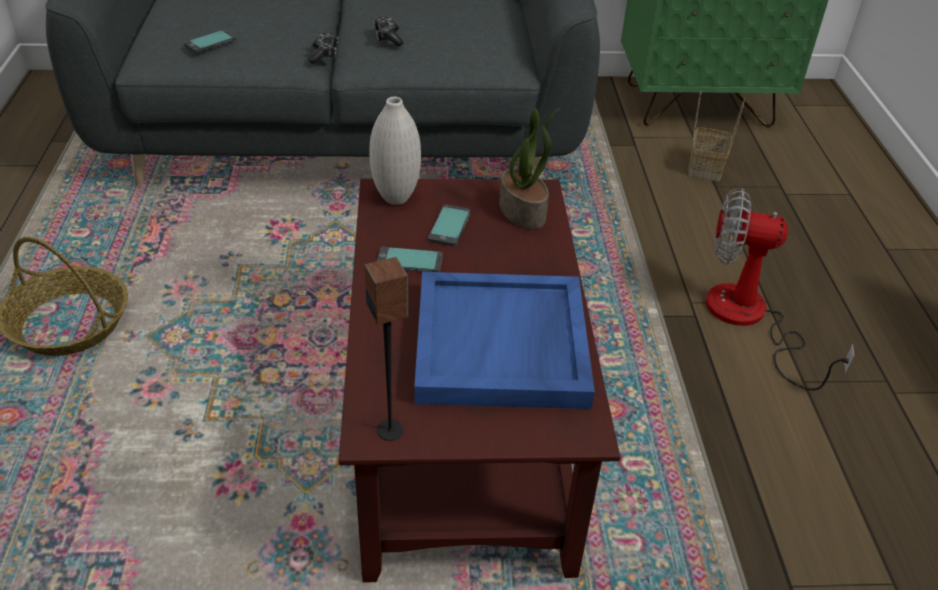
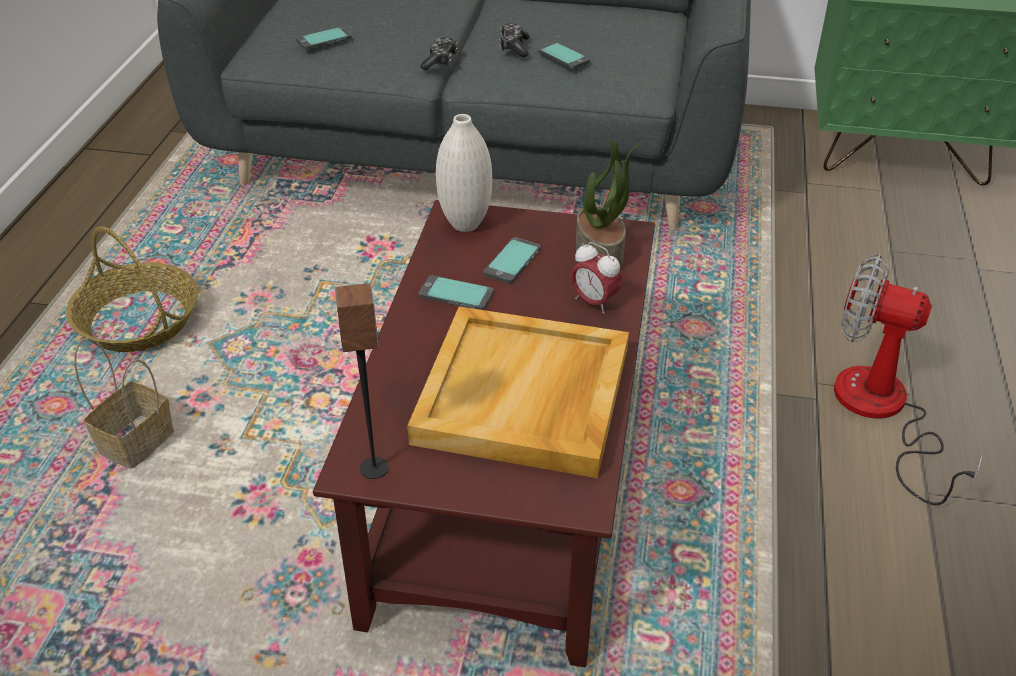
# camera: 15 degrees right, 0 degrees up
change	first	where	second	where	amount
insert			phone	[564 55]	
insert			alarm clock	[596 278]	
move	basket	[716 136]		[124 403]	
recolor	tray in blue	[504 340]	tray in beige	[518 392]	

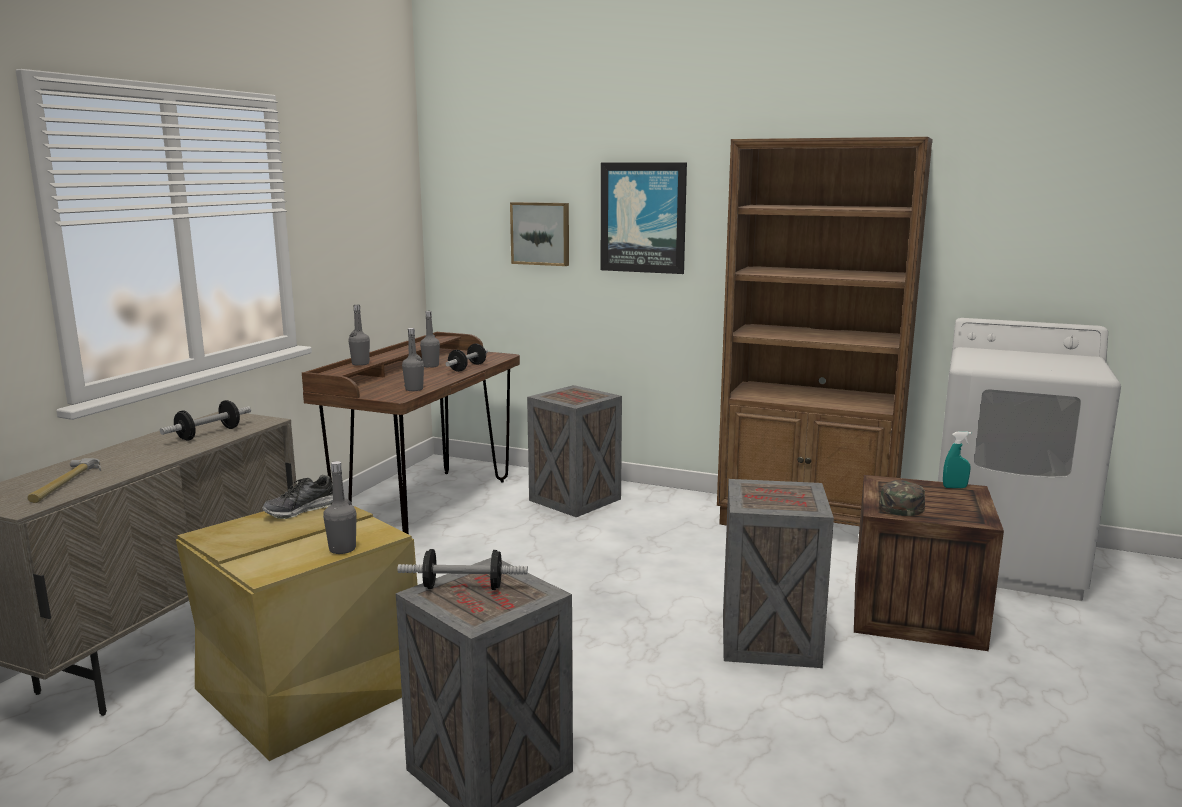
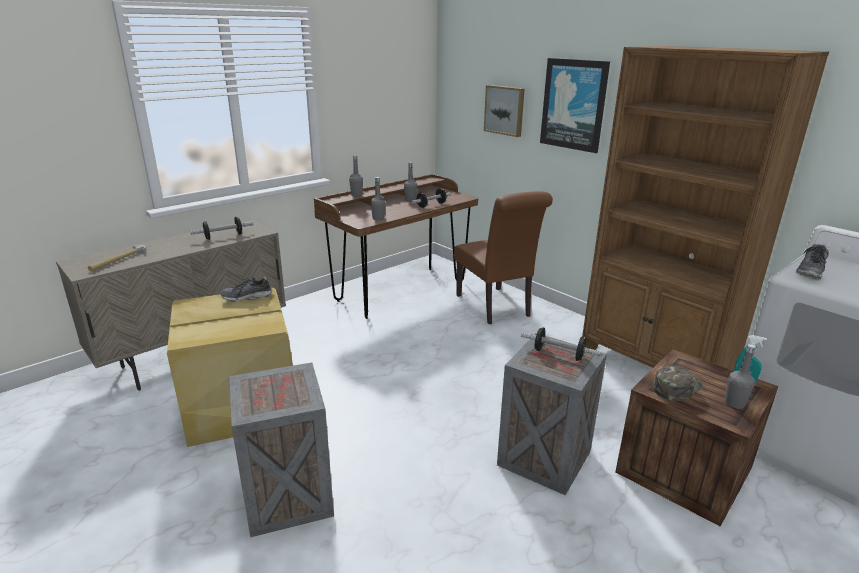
# camera: 25 degrees right, 10 degrees up
change	first	where	second	where	amount
insert			shoe	[812 261]	
move	bottle in grey	[340 507]		[740 376]	
move	dumbbell	[463 569]		[561 344]	
replace	crate	[574 451]	chair in brown	[503 257]	

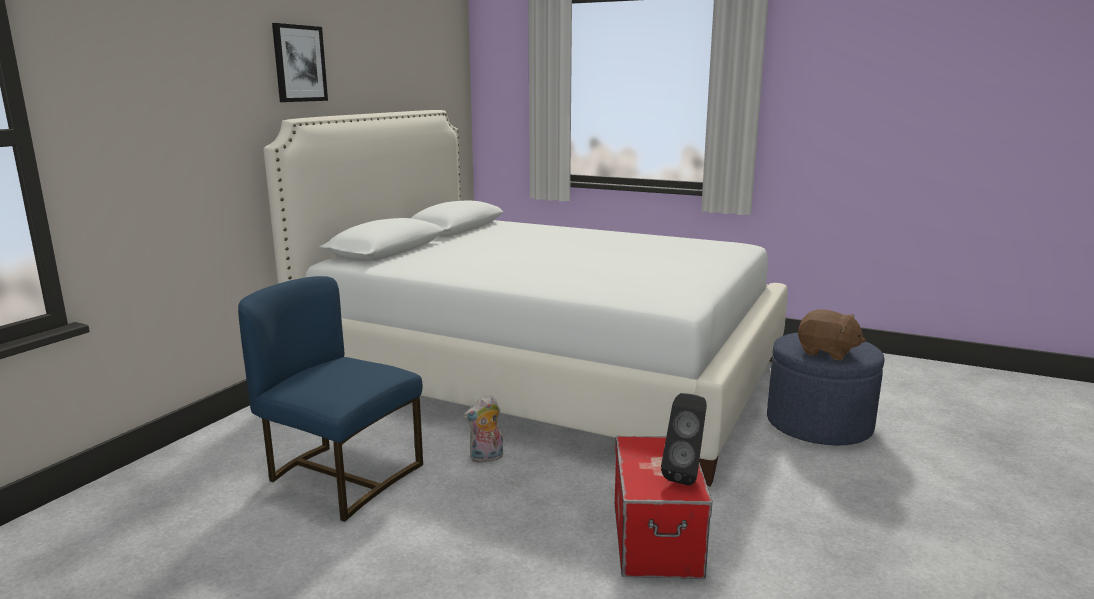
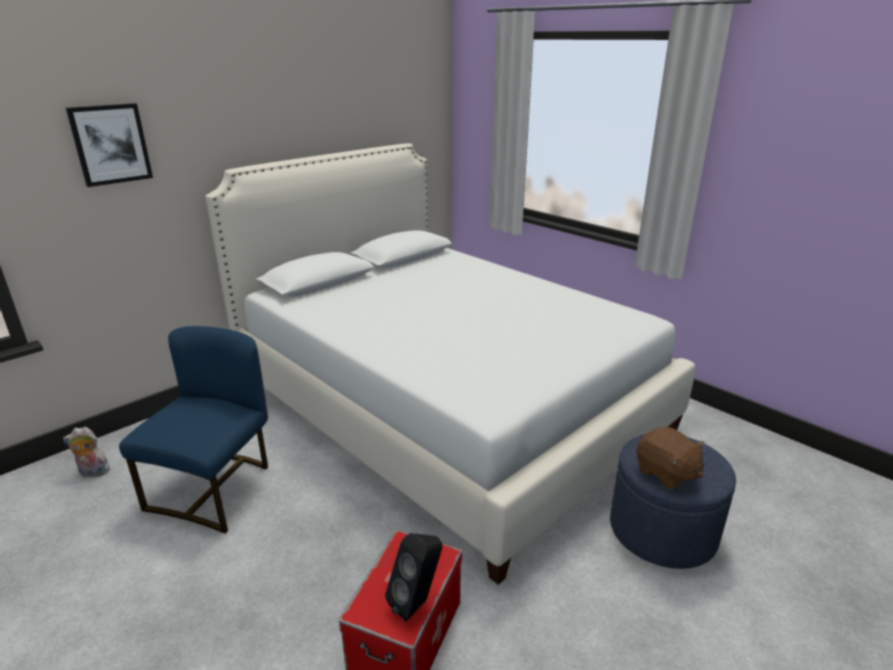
# camera: 20 degrees right, 10 degrees up
change	first	where	second	where	amount
move	picture	[300 62]		[109 145]	
move	plush toy	[483 429]		[86 452]	
rotate	chair in blue	[330 399]		[193 430]	60 degrees clockwise

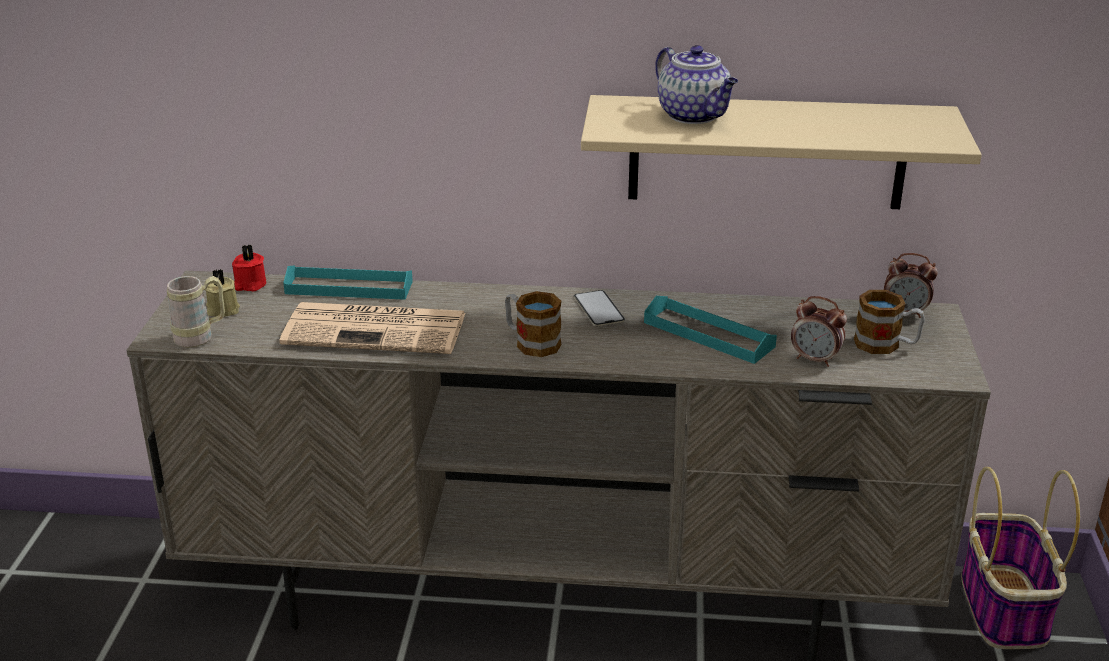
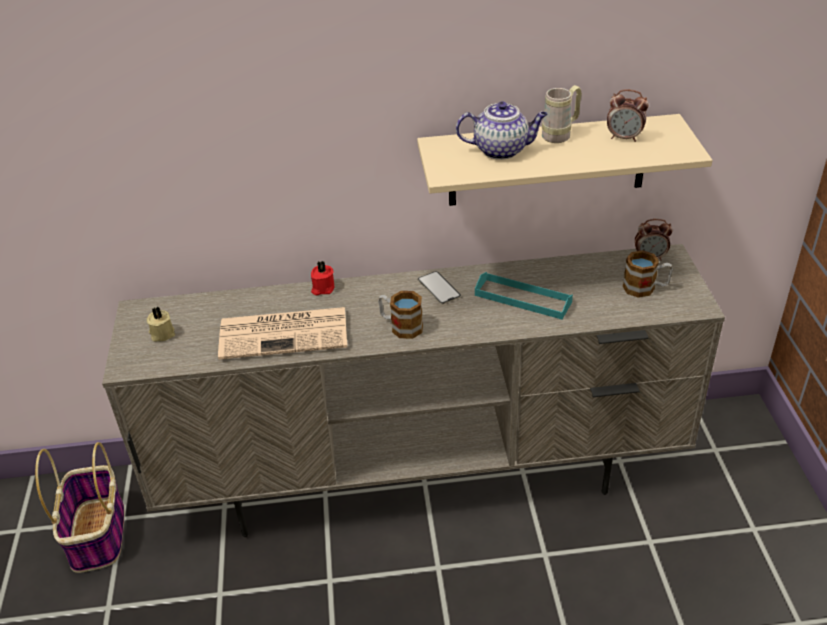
# camera: 10 degrees left, 10 degrees up
change	first	where	second	where	amount
delete	tray in turquoise	[348 282]			
move	mug in beige	[196 312]		[562 114]	
move	candle in red	[249 268]		[322 277]	
move	alarm clock	[819 331]		[628 115]	
move	basket	[1020 558]		[79 507]	
rotate	teapot	[696 84]		[502 130]	45 degrees counterclockwise

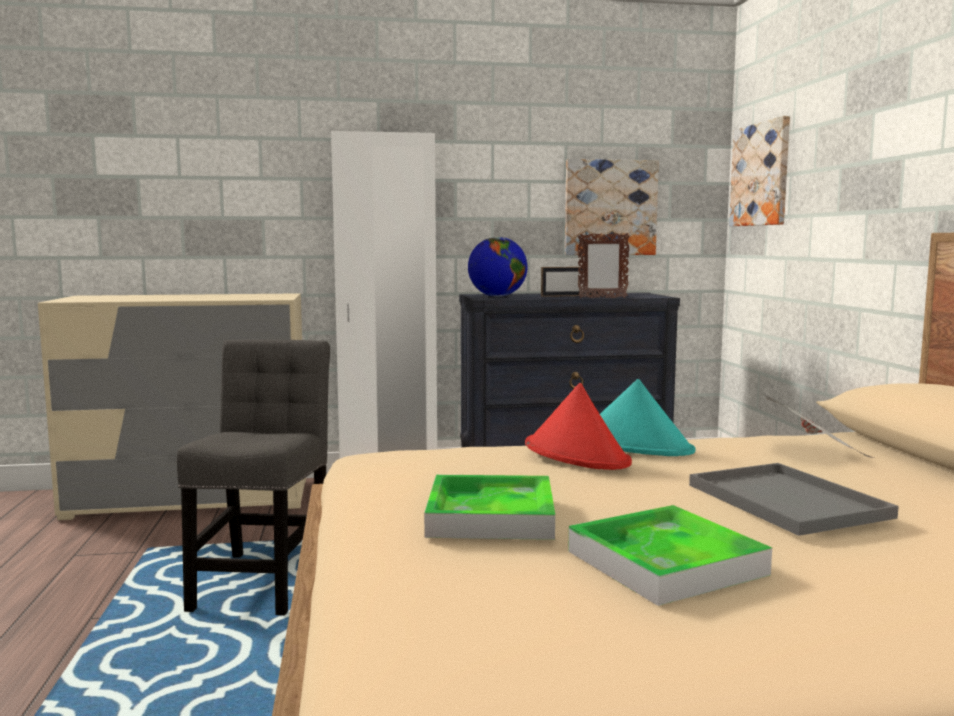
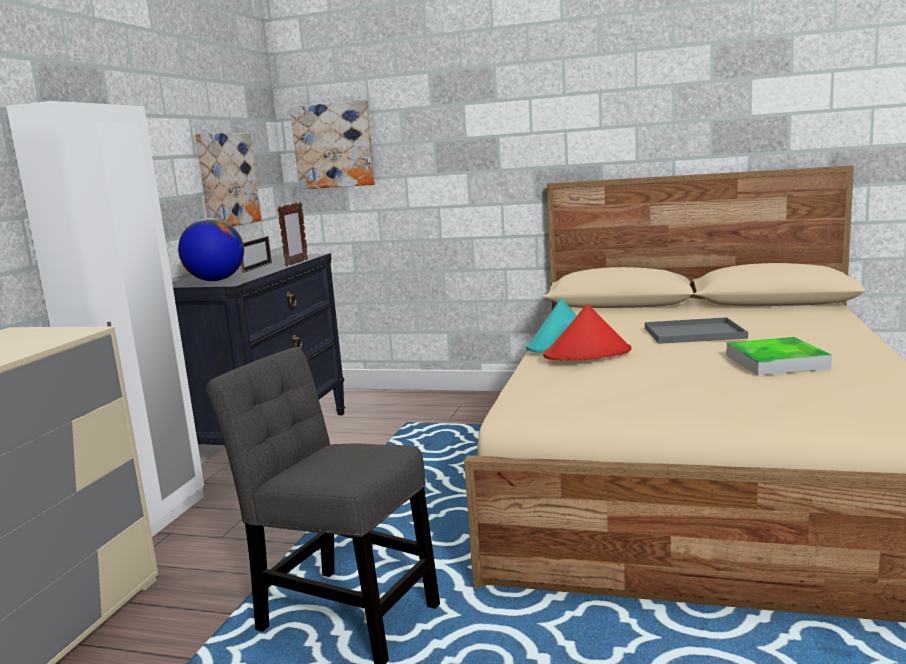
# camera: 65 degrees left, 5 degrees up
change	first	where	second	where	amount
delete	tray	[489 507]			
delete	newspaper	[817 426]			

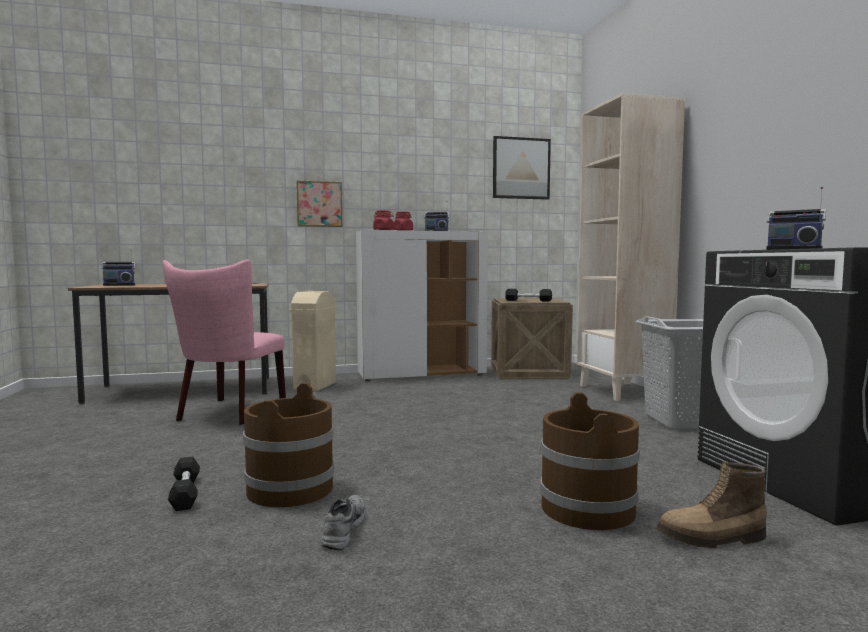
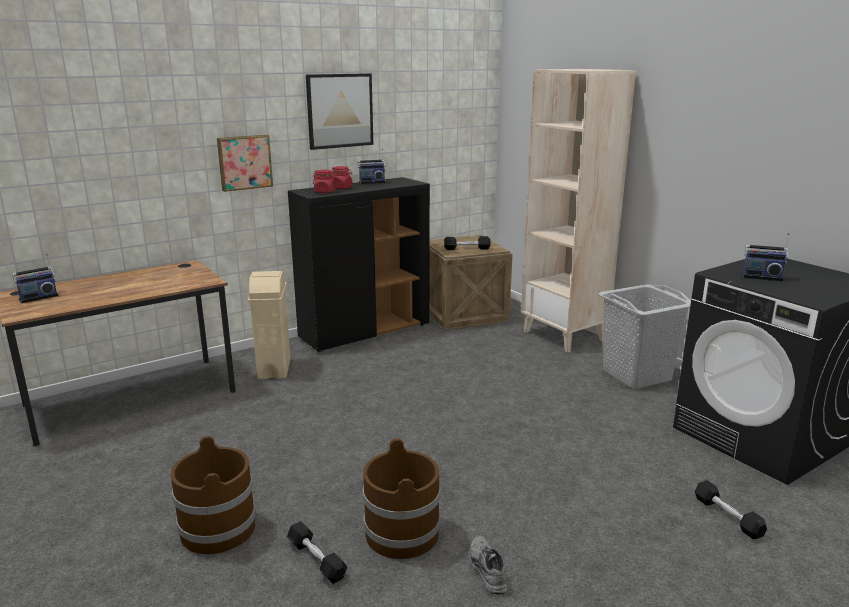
# camera: 20 degrees left, 15 degrees up
change	first	where	second	where	amount
delete	chair in pink	[224 342]			
move	picture	[522 168]		[339 111]	
move	bucket in brown	[590 461]		[213 495]	
replace	boot	[711 505]	dumbbell in black	[731 509]	
recolor	cabinet in white	[422 306]	cabinet in black	[359 264]	

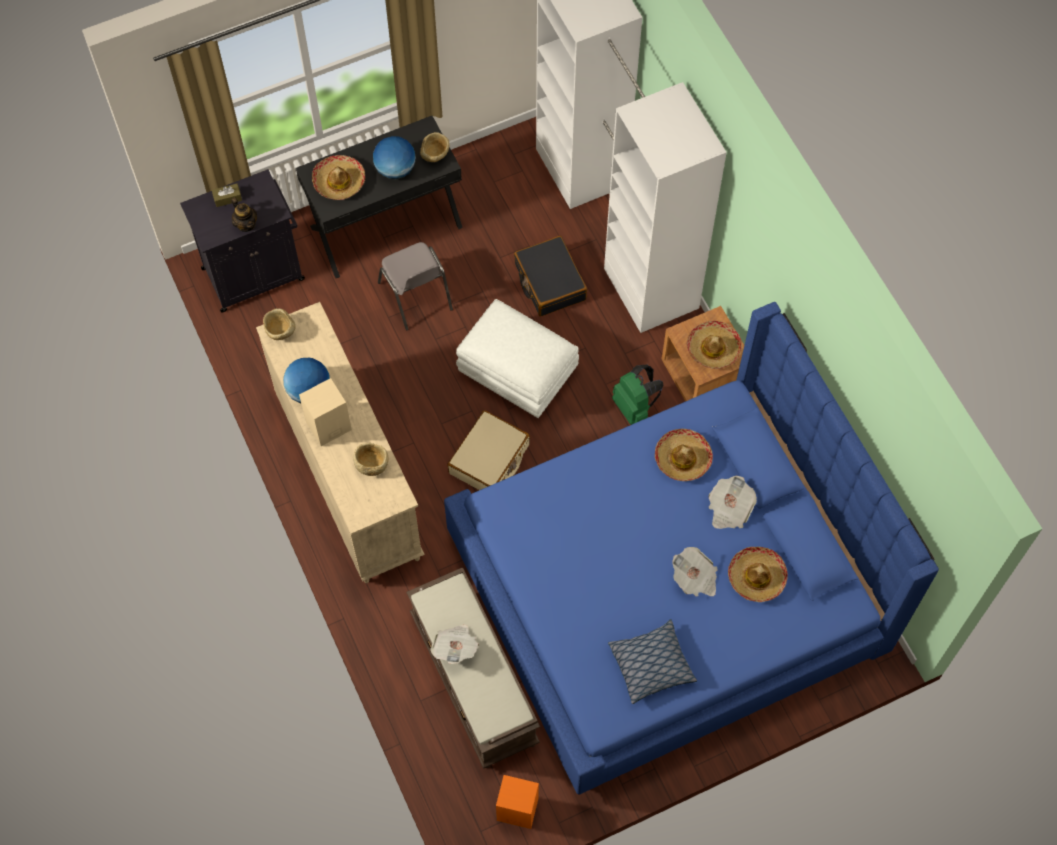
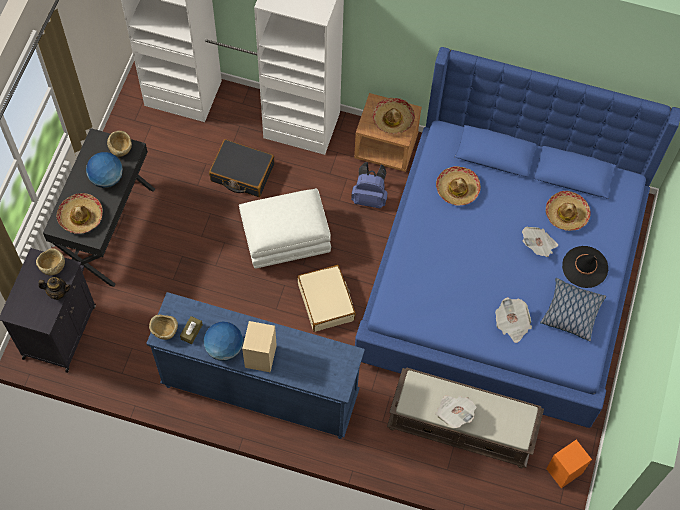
# camera: 50 degrees left, 0 degrees up
change	first	where	second	where	amount
delete	chair in grey	[415 286]			
insert			hat in black	[585 267]	
move	tissue box in brown	[227 195]		[191 330]	
move	bowl in beige	[370 459]		[50 261]	
move	newspaper	[733 502]		[513 320]	
recolor	dresser in beige	[340 442]	dresser in blue	[255 365]	
recolor	backpack in green	[637 395]	backpack in blue	[369 185]	

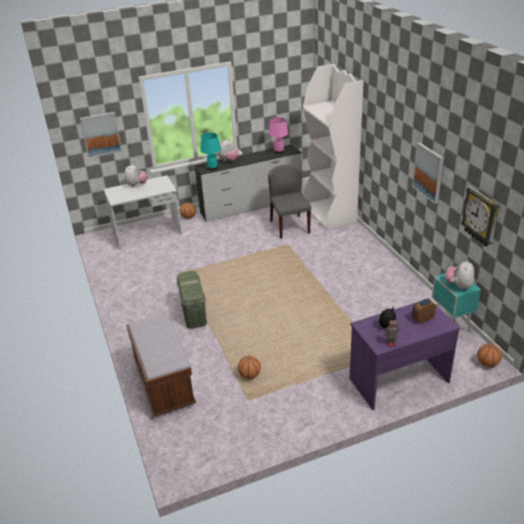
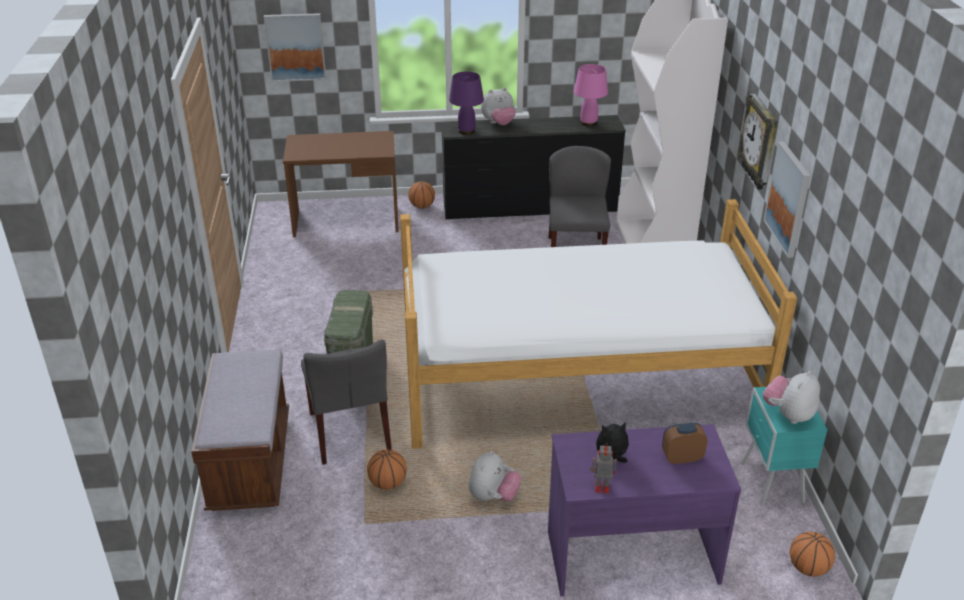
# camera: 15 degrees right, 0 degrees up
change	first	where	second	where	amount
insert			chair in grey	[346 402]	
insert			bed	[598 324]	
move	plush toy	[136 175]		[495 476]	
move	wall clock	[480 216]		[758 142]	
recolor	desk in white	[143 212]	desk in brown	[341 184]	
recolor	dresser in white	[248 183]	dresser in black	[533 167]	
recolor	table lamp in turquoise	[210 151]	table lamp in purple	[466 103]	

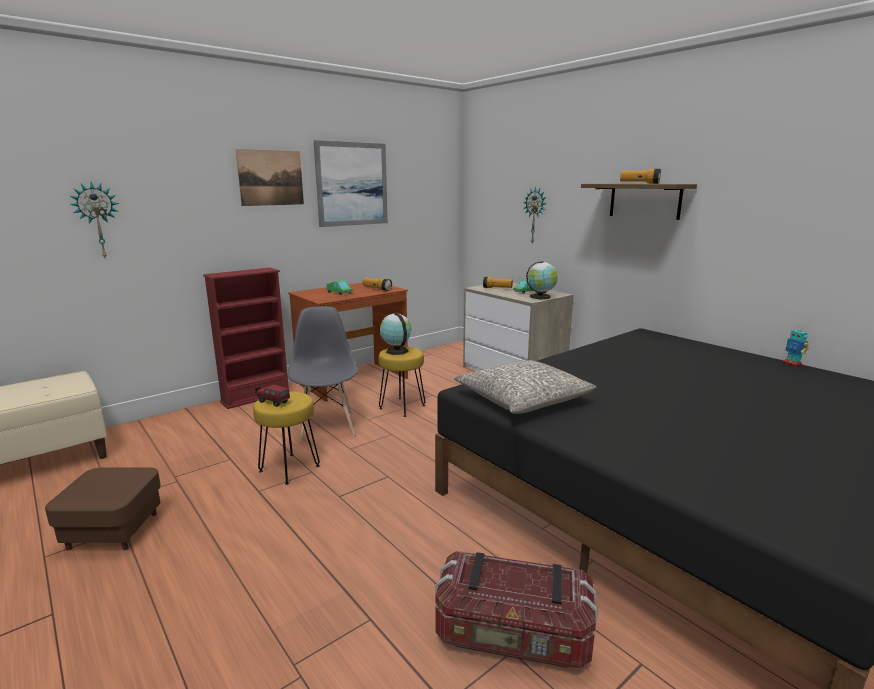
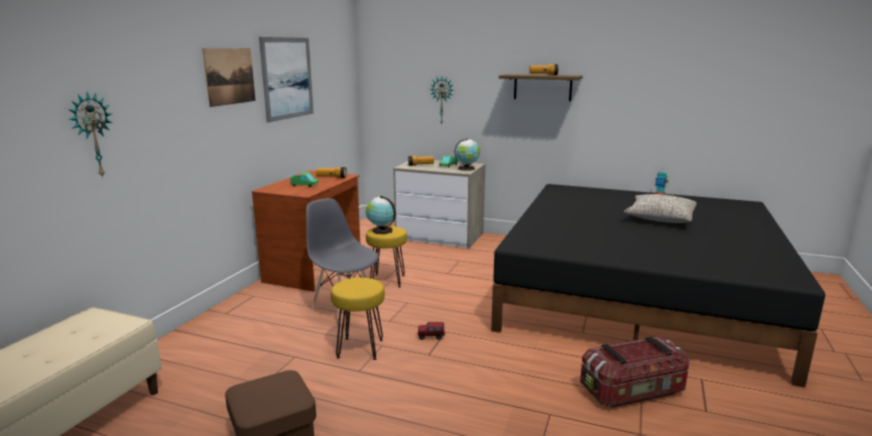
# camera: 30 degrees left, 0 degrees up
change	first	where	second	where	amount
delete	bookcase in red	[246 338]			
move	toy truck	[273 395]		[431 331]	
move	pillow in grey	[525 387]		[660 208]	

